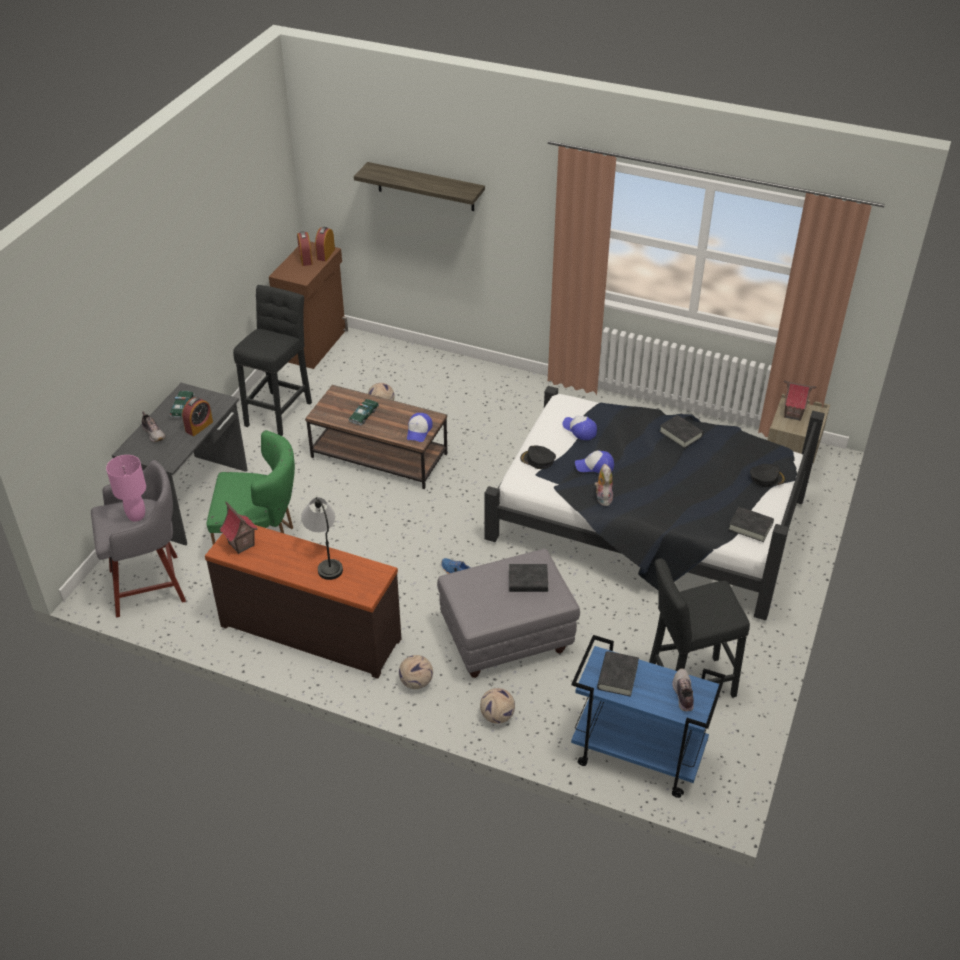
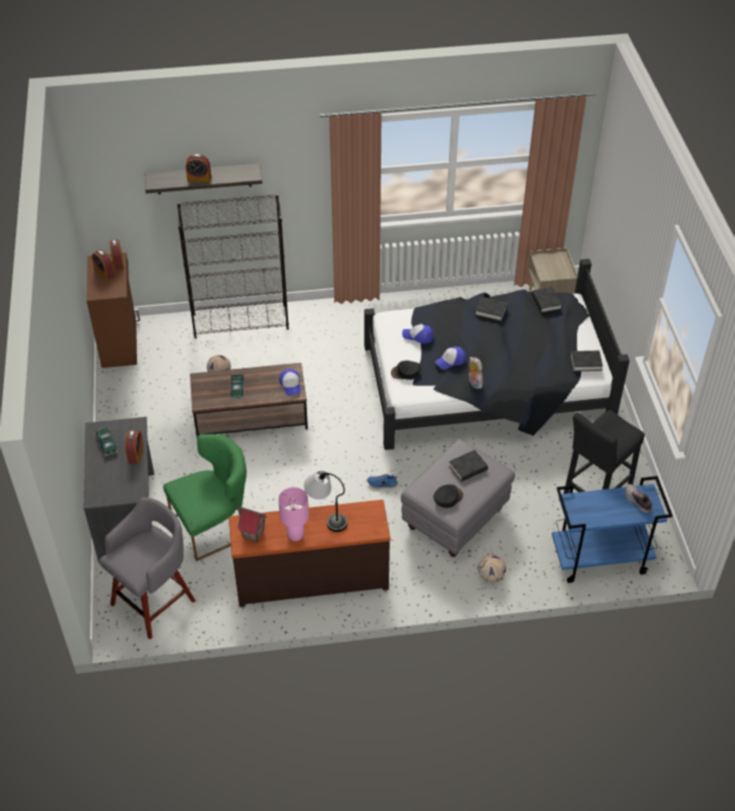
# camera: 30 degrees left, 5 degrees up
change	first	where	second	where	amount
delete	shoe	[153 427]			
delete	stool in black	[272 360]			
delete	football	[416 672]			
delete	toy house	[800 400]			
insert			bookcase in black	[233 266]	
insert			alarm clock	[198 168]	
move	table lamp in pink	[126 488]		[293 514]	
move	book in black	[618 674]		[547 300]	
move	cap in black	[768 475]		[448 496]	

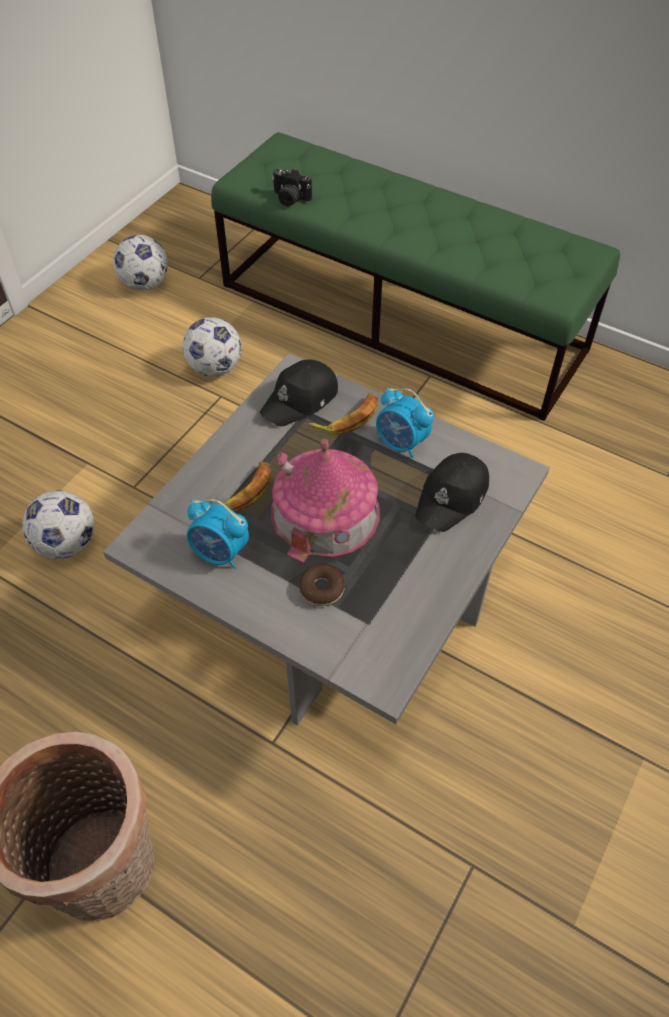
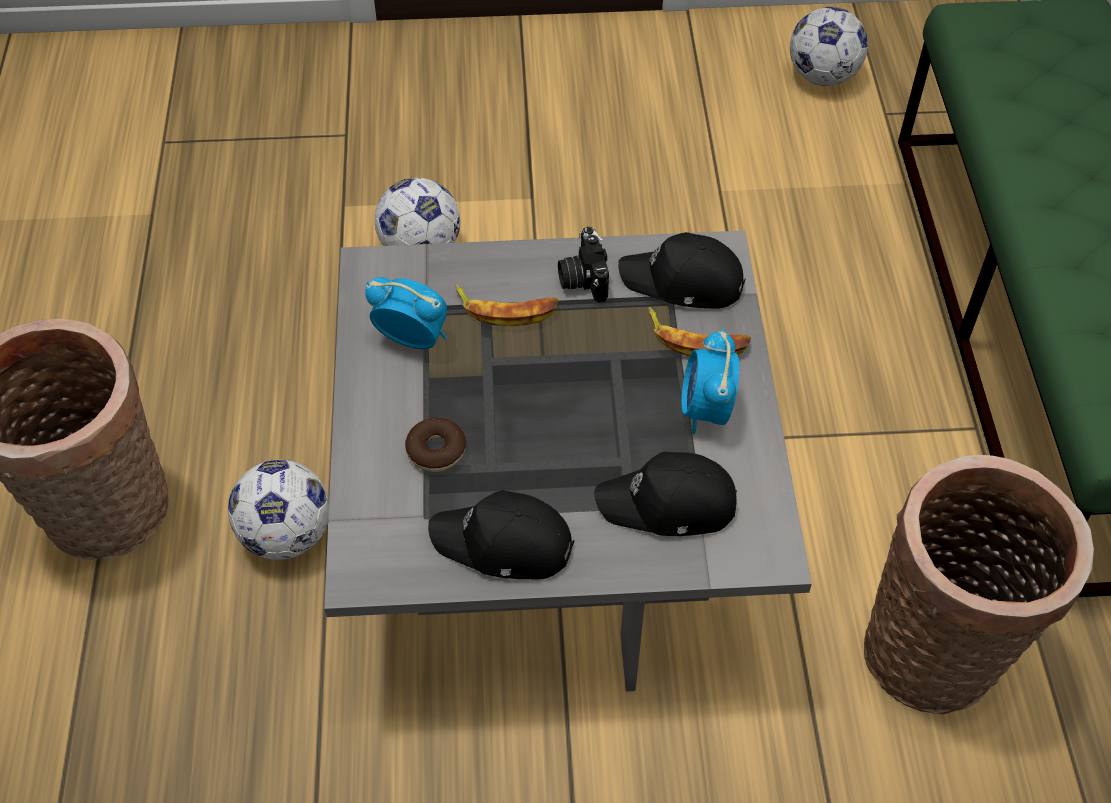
# camera: 55 degrees right, 0 degrees up
change	first	where	second	where	amount
delete	toy house	[325 501]			
insert			cap in black	[501 534]	
insert			basket	[979 584]	
move	football	[212 347]		[278 510]	
move	photo camera	[292 187]		[583 264]	
rotate	alarm clock	[218 534]		[406 313]	120 degrees clockwise

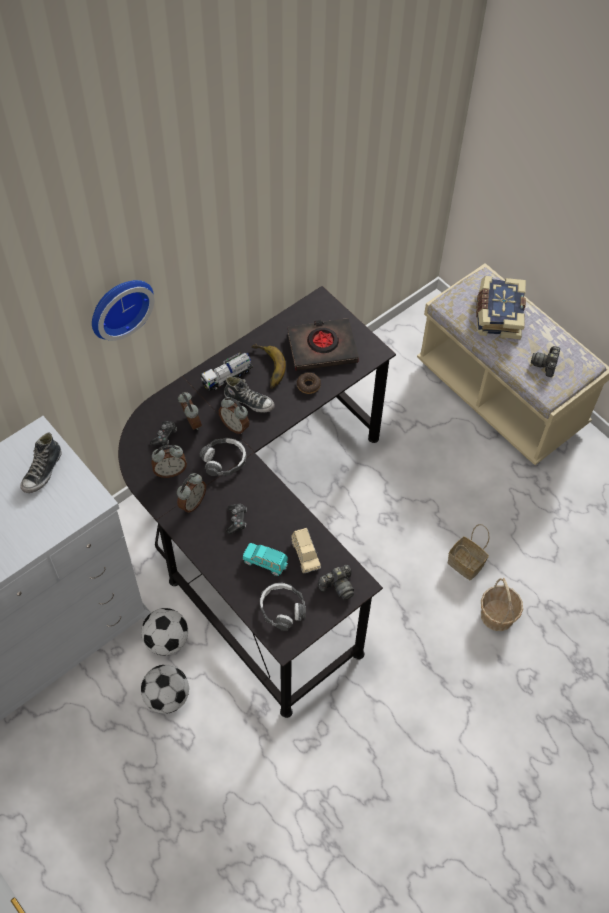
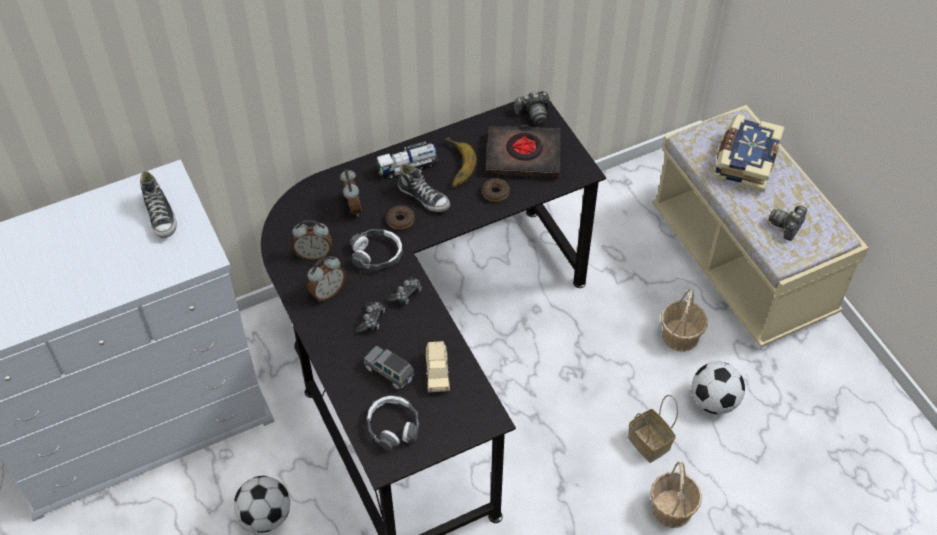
# camera: 15 degrees right, 5 degrees down
change	first	where	second	where	amount
delete	wall clock	[123 310]			
insert			basket	[684 320]	
move	football	[164 632]		[718 387]	
move	game controller	[163 433]		[404 291]	
move	photo camera	[336 582]		[532 108]	
replace	alarm clock	[234 415]	donut	[400 217]	
recolor	toy car in turquoise	[265 559]	toy car in grey	[389 368]	
rotate	shoe	[40 463]		[158 204]	60 degrees counterclockwise

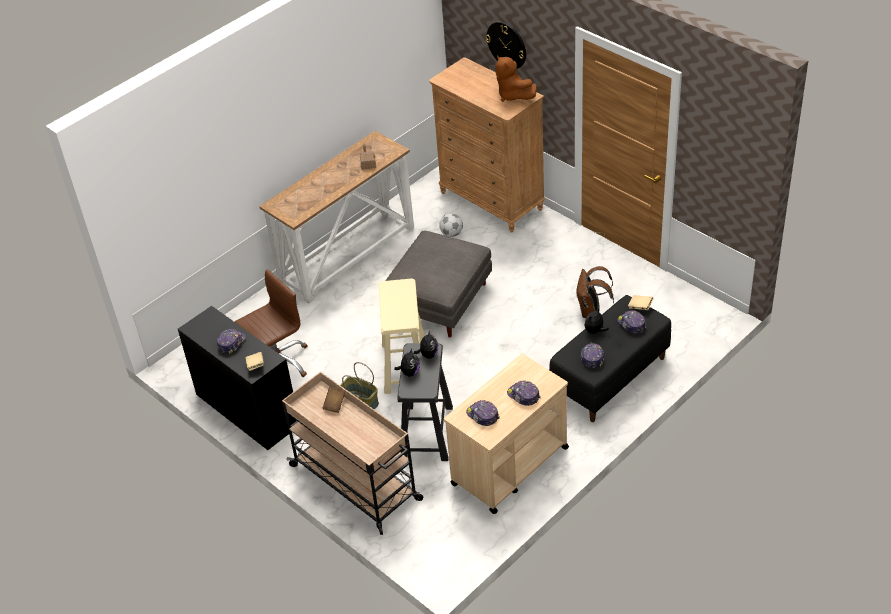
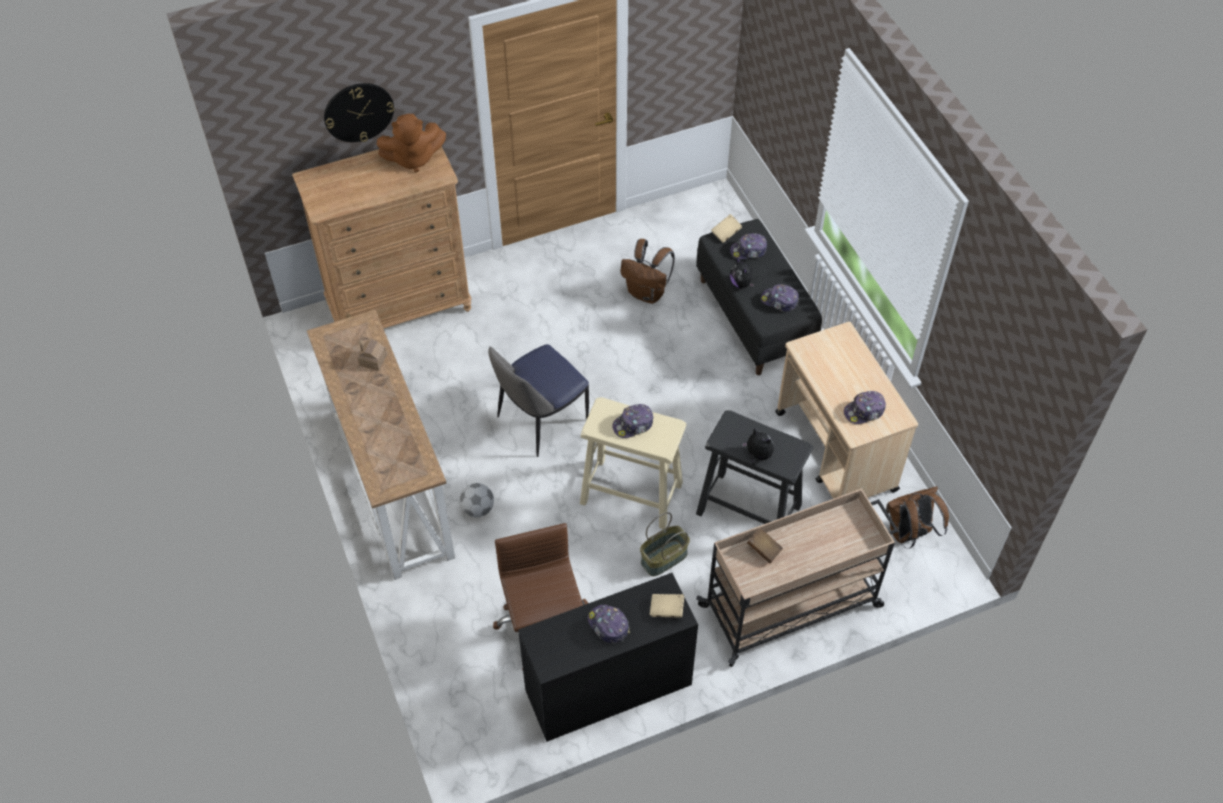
# camera: 70 degrees left, 10 degrees up
change	first	where	second	where	amount
delete	plush toy	[426 344]			
insert			backpack in brown	[917 517]	
move	football	[451 225]		[477 500]	
move	cap	[524 393]		[632 421]	
replace	ottoman in grey	[439 284]	chair	[538 400]	

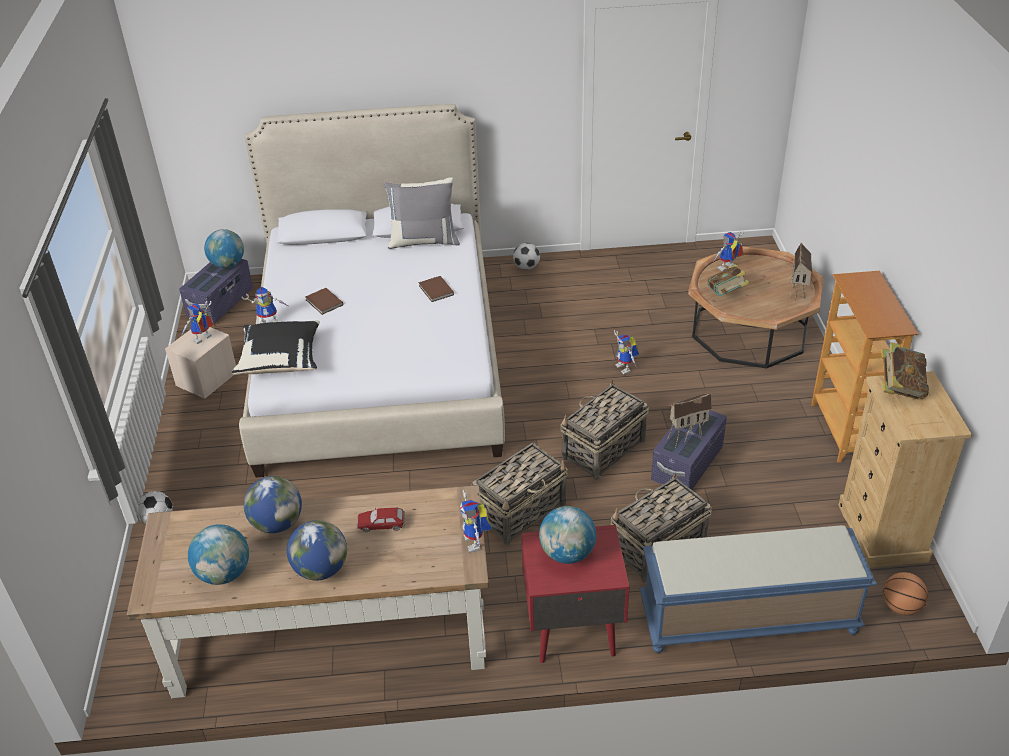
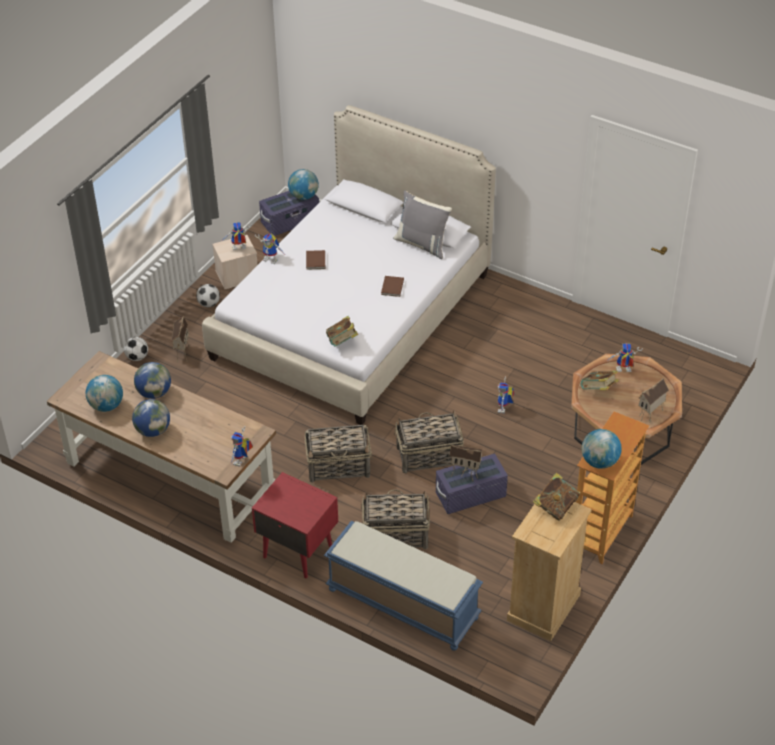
# camera: 35 degrees right, 5 degrees up
change	first	where	second	where	amount
delete	pillow in black	[276 347]			
delete	toy car	[381 520]			
delete	basketball	[905 593]			
insert			toy house	[180 339]	
insert			book	[342 331]	
move	football	[526 256]		[208 295]	
move	globe	[567 535]		[602 449]	

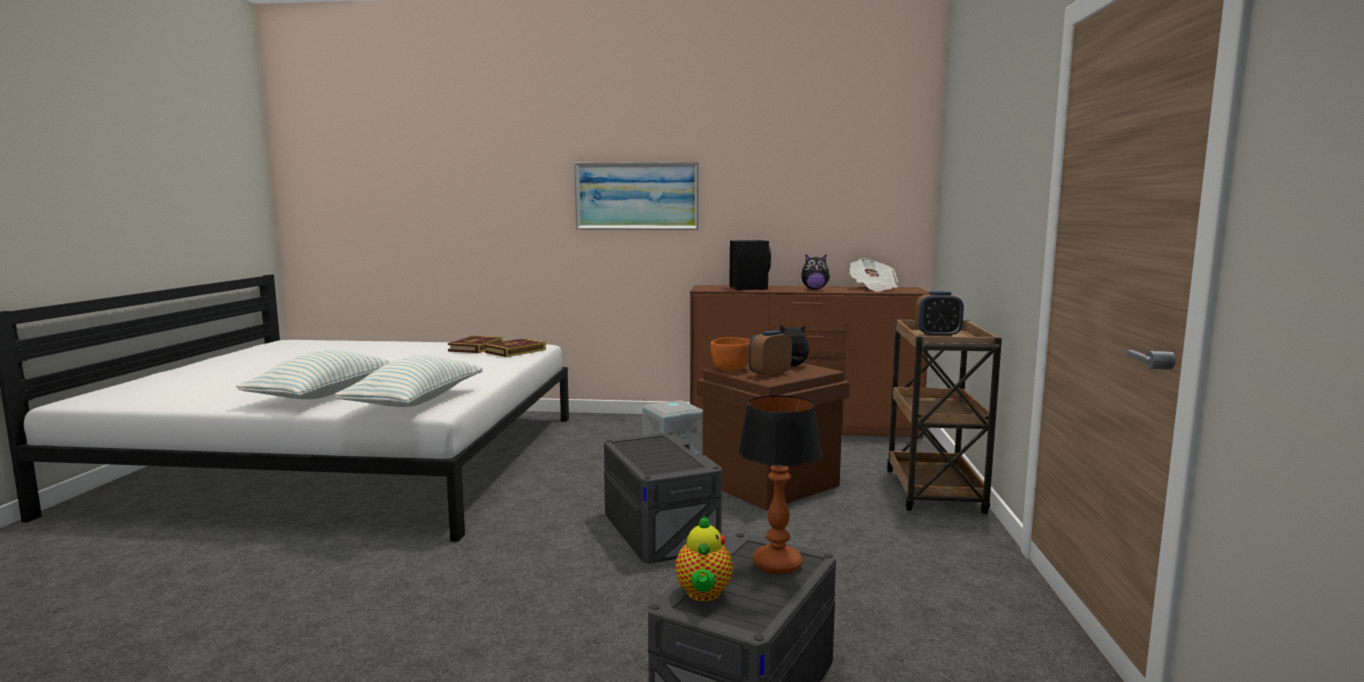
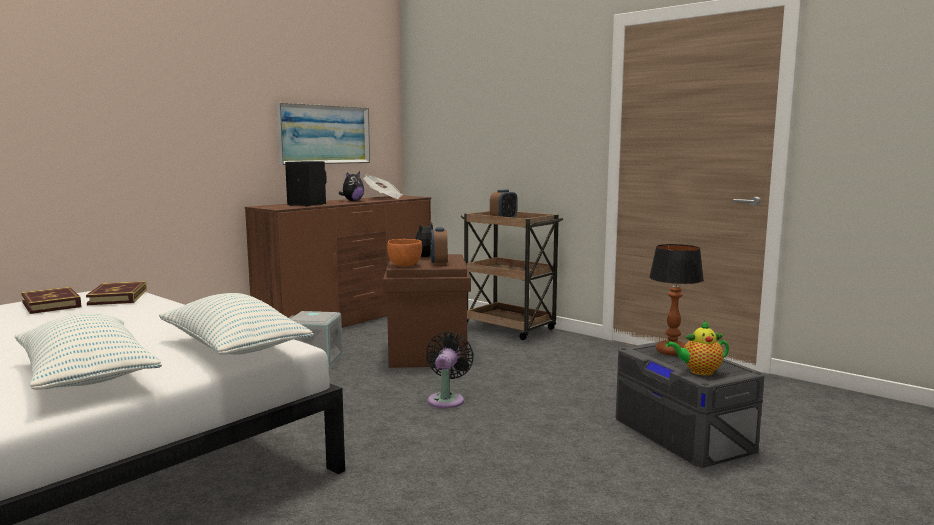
# camera: 55 degrees left, 0 degrees up
change	first	where	second	where	amount
move	picture	[636 196]		[323 134]	
replace	storage box in grey	[663 498]	fan in black	[450 370]	
rotate	teapot	[704 558]		[697 347]	135 degrees clockwise

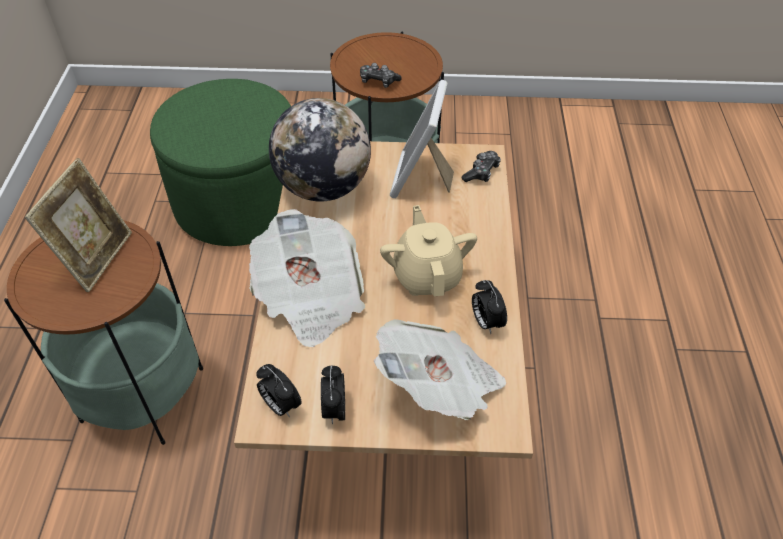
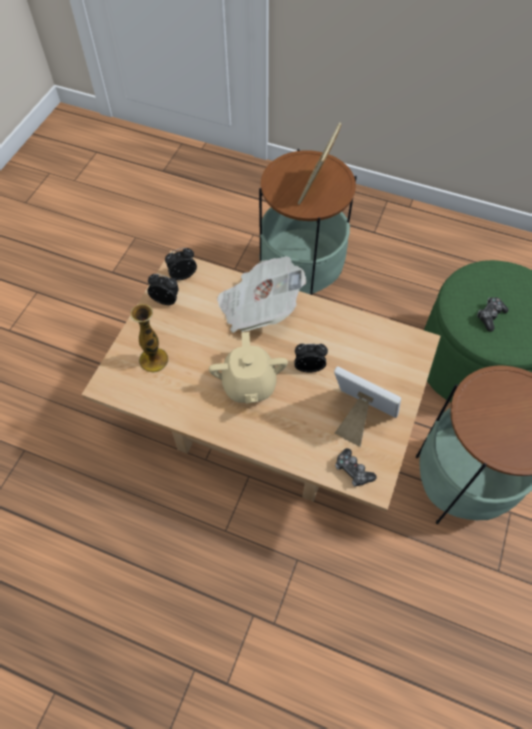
# camera: 110 degrees right, 10 degrees up
change	first	where	second	where	amount
delete	globe	[320 150]			
move	game controller	[380 75]		[493 314]	
move	alarm clock	[489 307]		[311 358]	
replace	newspaper	[440 370]	vase	[149 338]	
rotate	picture frame	[78 225]		[319 164]	75 degrees clockwise
rotate	teapot in beige	[428 250]		[248 368]	75 degrees clockwise

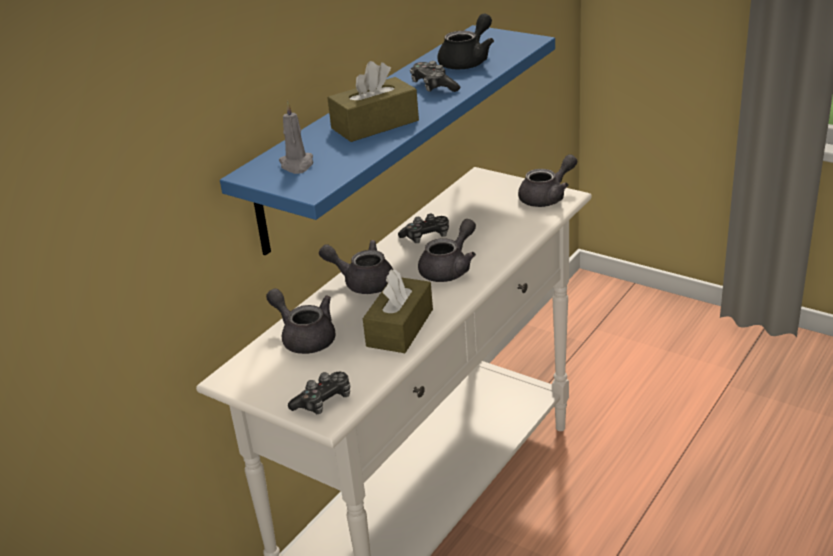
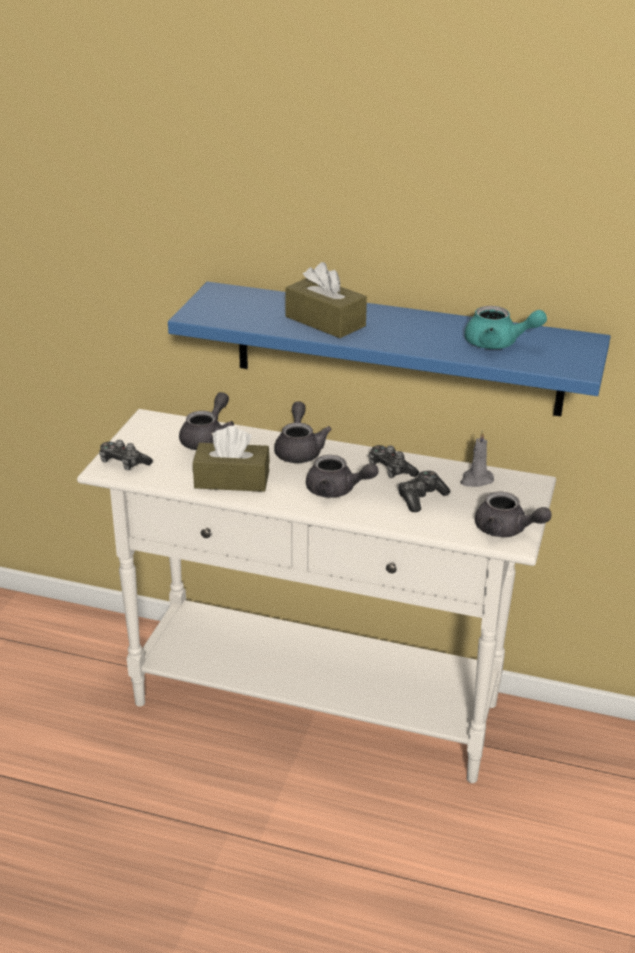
# camera: 70 degrees right, 0 degrees up
change	first	where	second	where	amount
move	candle in grey	[296 137]		[477 458]	
move	game controller	[435 76]		[424 491]	
recolor	teapot in black	[465 42]	teapot in turquoise	[505 327]	

